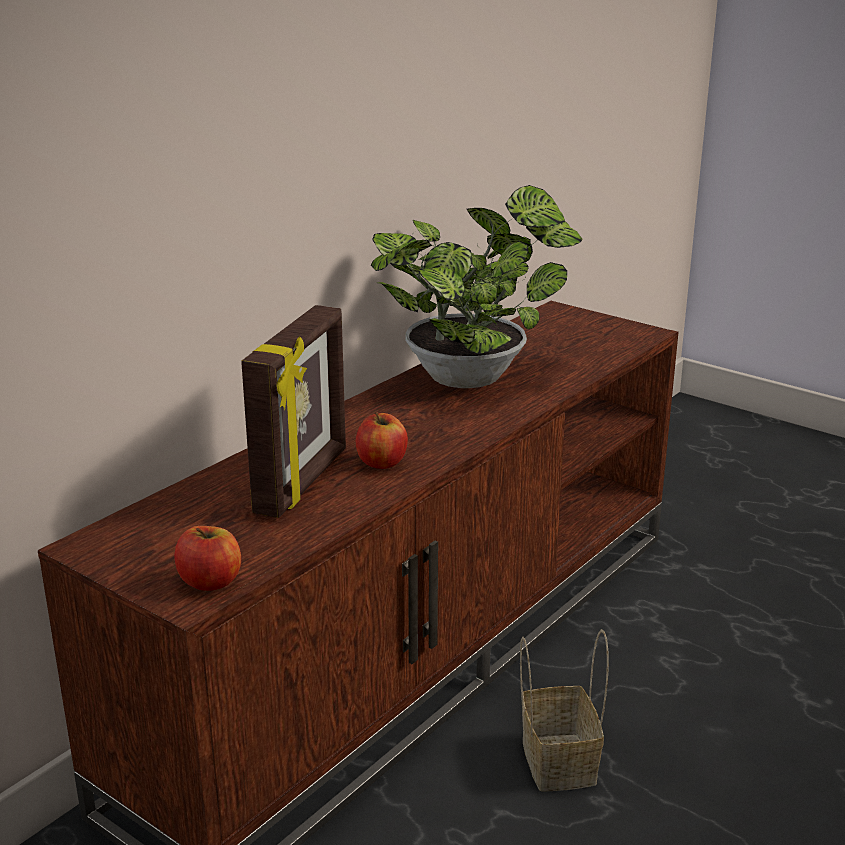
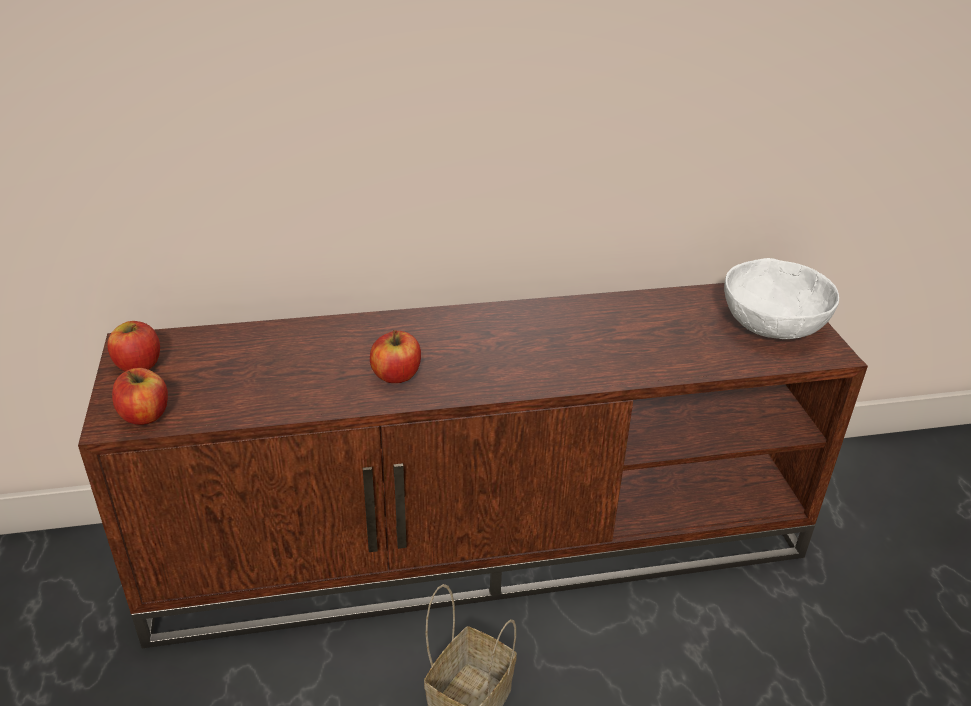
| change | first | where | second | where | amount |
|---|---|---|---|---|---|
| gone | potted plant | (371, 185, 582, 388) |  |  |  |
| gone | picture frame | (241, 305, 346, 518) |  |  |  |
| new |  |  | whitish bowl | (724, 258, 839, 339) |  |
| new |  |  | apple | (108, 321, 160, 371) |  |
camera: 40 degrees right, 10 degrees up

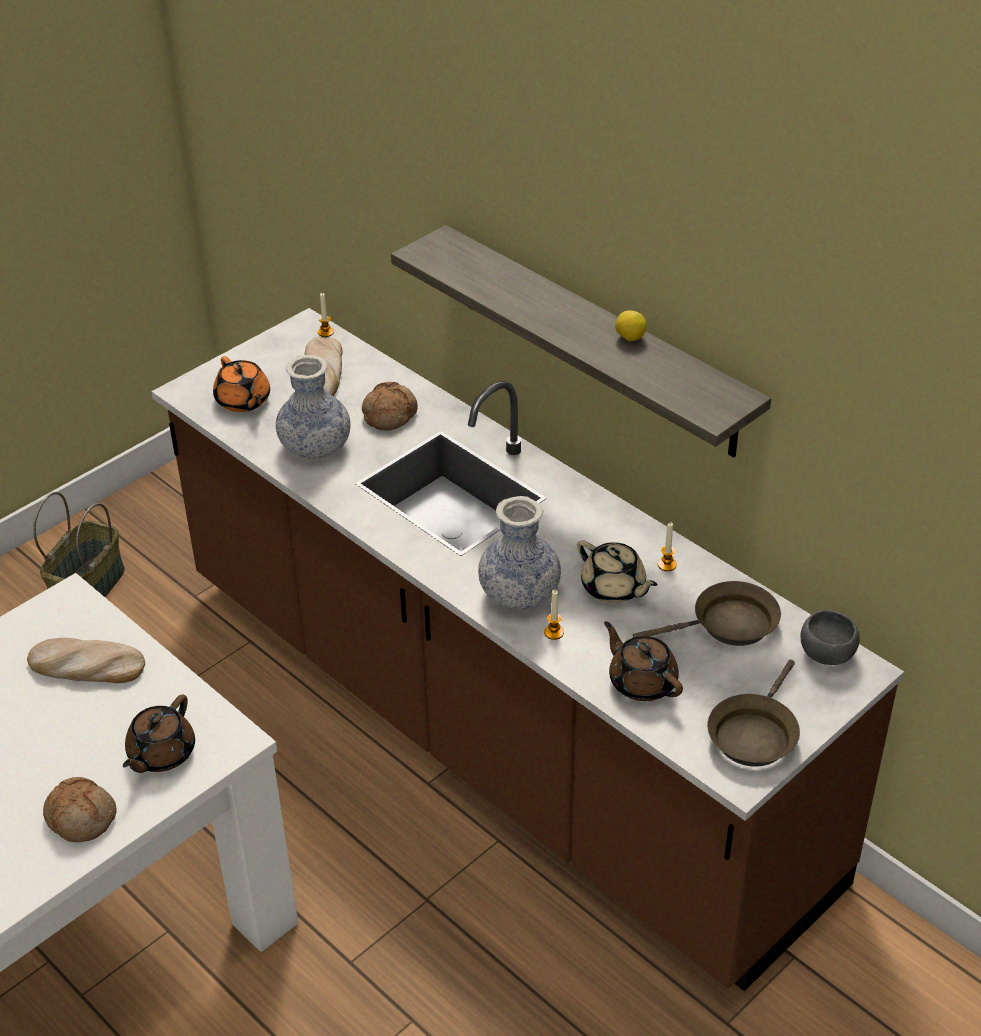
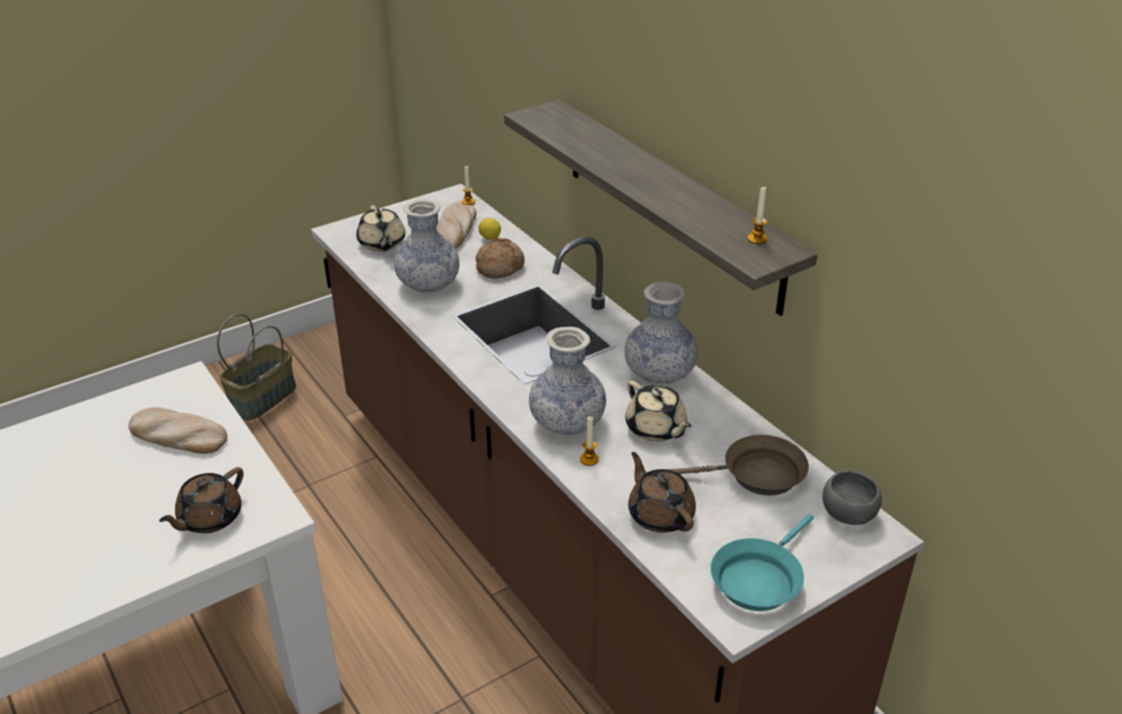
| change | first | where | second | where | amount |
|---|---|---|---|---|---|
| shifted | citrus fruit | (615, 310, 647, 341) |  | (478, 218, 501, 240) |  |
| repainted | orange tea pot | (213, 356, 270, 412) | beige-coloured tea pot | (356, 205, 405, 252) |  |
| shifted | candle | (658, 523, 677, 571) |  | (747, 186, 768, 244) |  |
| repainted | brown pan | (707, 659, 800, 767) | blue-green pan | (711, 514, 814, 611) |  |
| gone | bakery bread | (43, 777, 117, 842) |  |  |  |
| new |  |  | decorative vase | (625, 282, 698, 385) |  |
camera: 10 degrees right, 5 degrees down

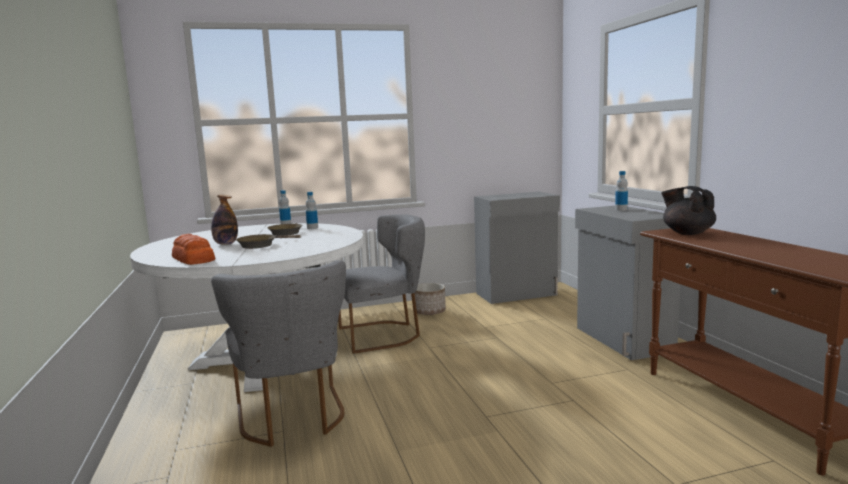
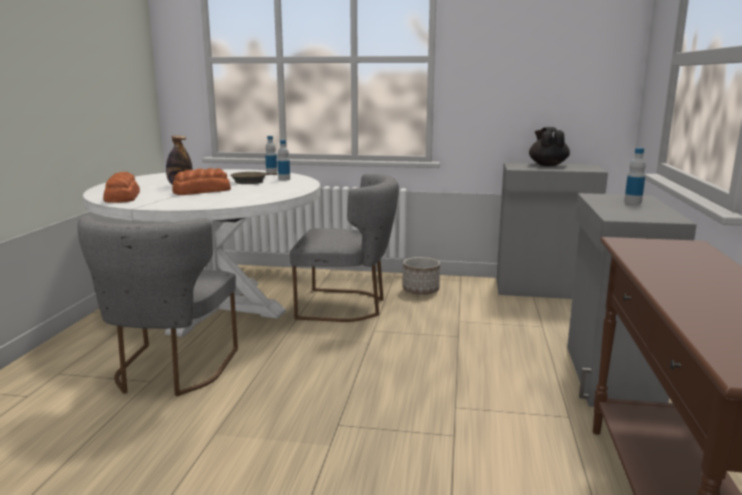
| change | first | where | second | where | amount |
|---|---|---|---|---|---|
| shifted | blackish tea pot | (661, 186, 716, 235) |  | (529, 127, 570, 166) |  |
| swapped | brown pan | (236, 234, 301, 249) | bakery bread | (172, 168, 231, 195) |  |
camera: 25 degrees right, 5 degrees up

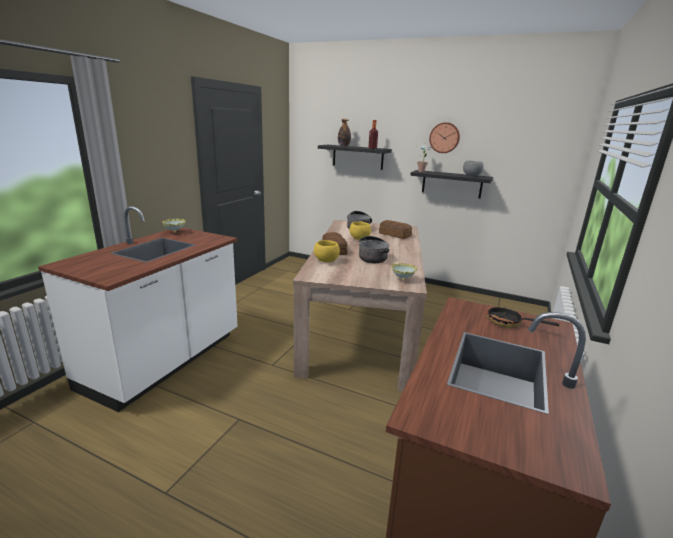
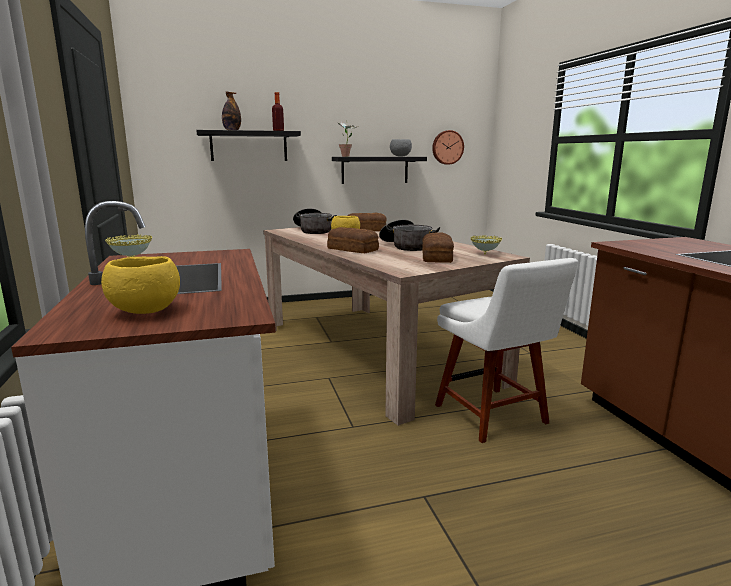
| change | first | where | second | where | amount |
|---|---|---|---|---|---|
| shifted | hanging clock | (429, 122, 460, 153) |  | (432, 130, 464, 165) |  |
| shifted | yellowish bowl | (314, 240, 340, 263) |  | (101, 256, 180, 314) |  |
| gone | pan | (486, 307, 560, 328) |  |  |  |
| new |  |  | bakery bread | (422, 233, 454, 263) |  |
| new |  |  | whitish chair | (435, 258, 578, 443) |  |
camera: 40 degrees left, 5 degrees down

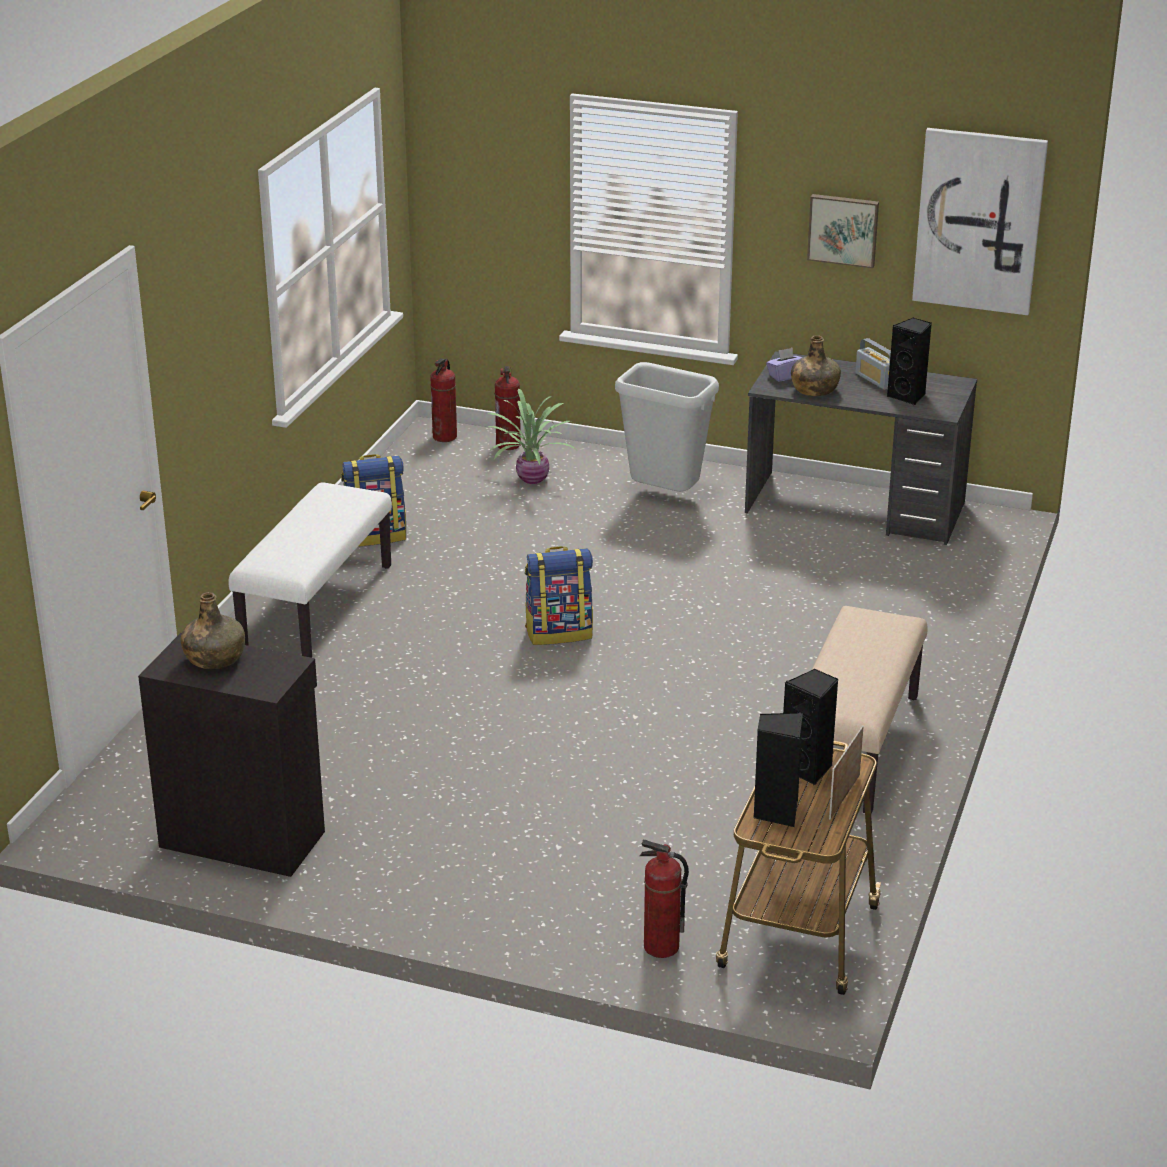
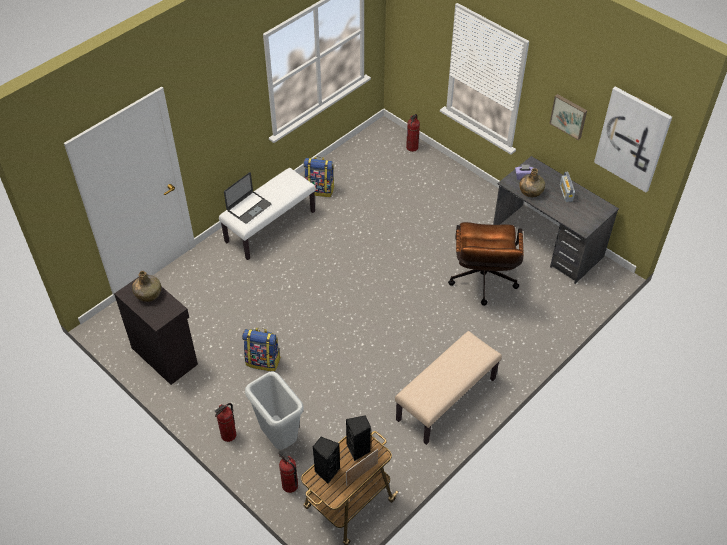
| change | first | where | second | where | amount |
|---|---|---|---|---|---|
| gone | blackish loudspeaker | (887, 317, 932, 405) |  |  |  |
| shifted | extinguisher | (430, 359, 457, 442) |  | (214, 403, 236, 442) |  |
| shifted | greyish waste bin | (615, 362, 719, 492) |  | (245, 371, 304, 450) |  |
| gone | potted plant | (485, 388, 576, 484) |  |  |  |
| shifted | knapsack | (525, 546, 593, 645) |  | (242, 328, 281, 371) |  |
| new |  |  | notebook computer | (224, 172, 271, 224) |  |
| new |  |  | brown desk chair | (448, 222, 524, 306) |  |
camera: 25 degrees right, 20 degrees up

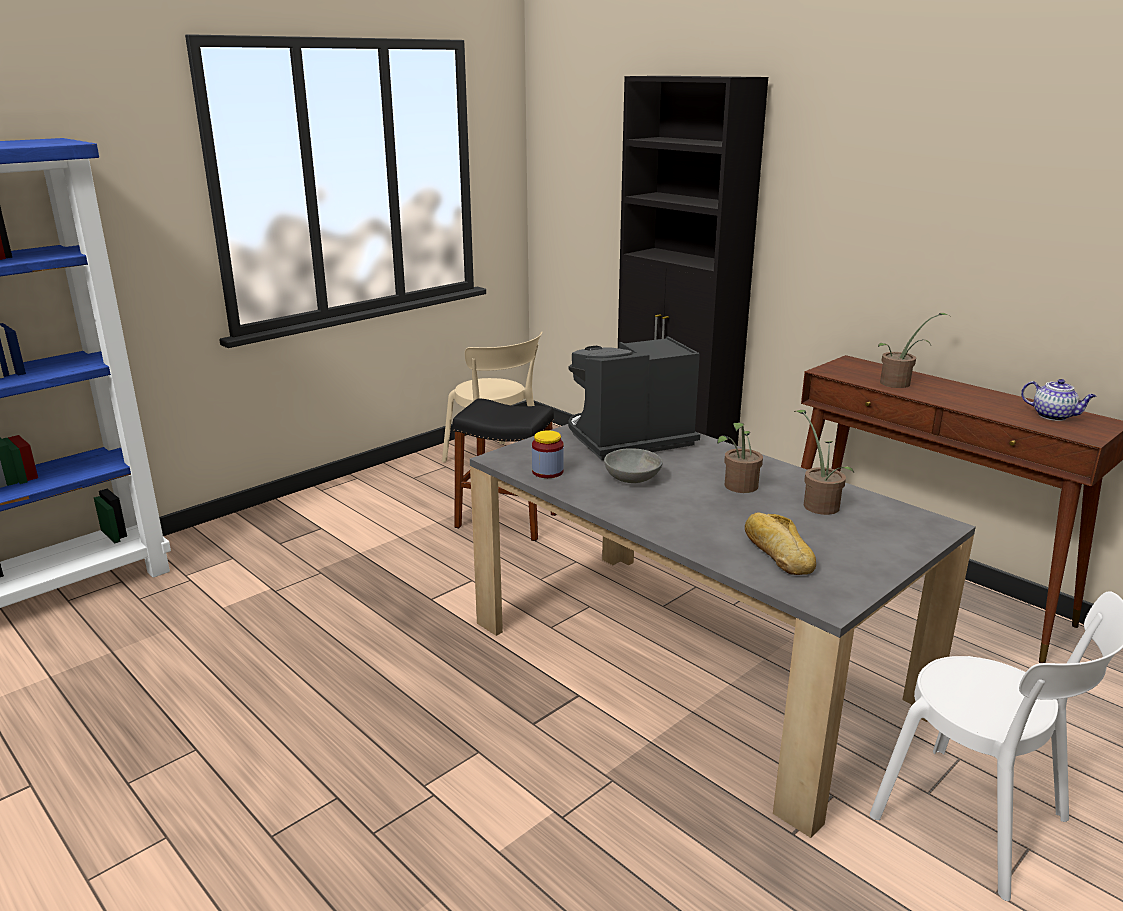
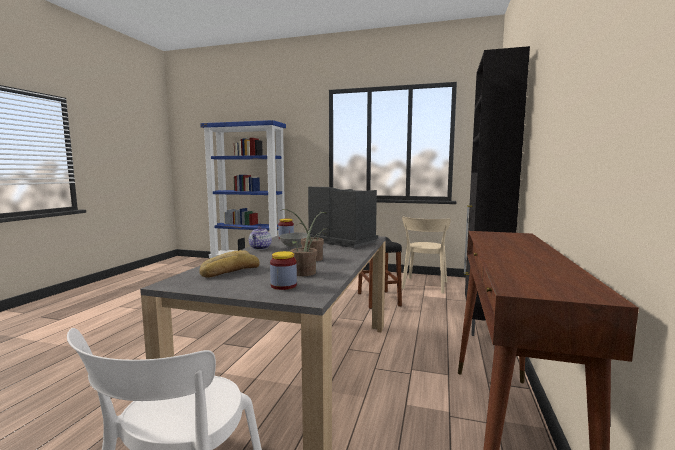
| change | first | where | second | where | amount |
|---|---|---|---|---|---|
| gone | potted plant | (878, 313, 951, 388) |  |  |  |
| shifted | tea pot | (1021, 379, 1096, 421) |  | (249, 226, 272, 250) |  |
| new |  |  | storage jar | (270, 251, 297, 290) |  |
camera: 60 degrees right, 15 degrees down

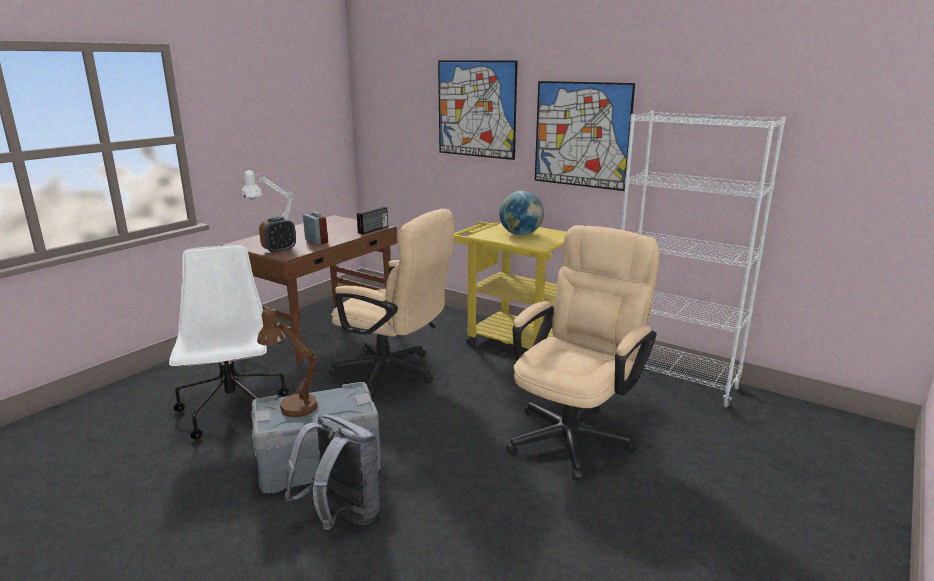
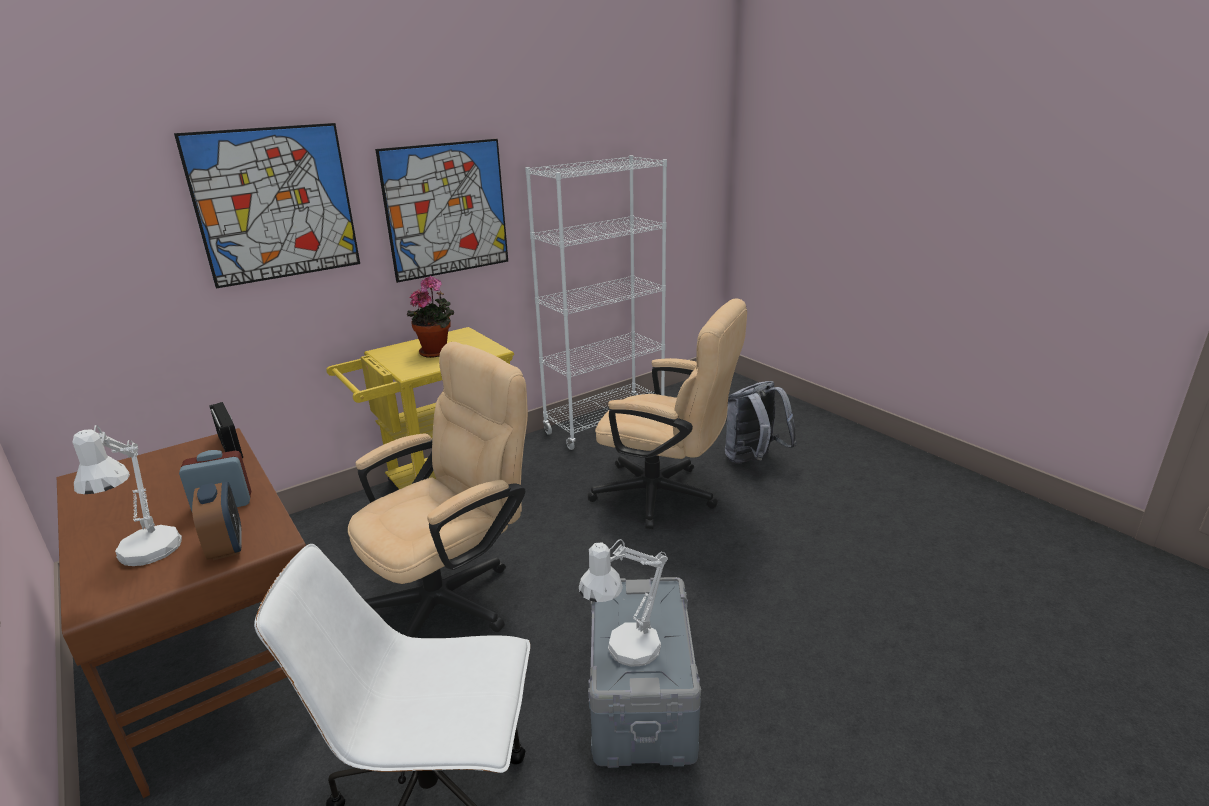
| change | first | where | second | where | amount |
|---|---|---|---|---|---|
| swapped | world globe | (499, 191, 544, 236) | potted plant | (407, 276, 454, 358) |  |
| rotated | beige-coloured desk chair | (506, 225, 660, 480) |  | (587, 299, 747, 529) | 150 degrees clockwise |
| repainted | brown lamp for a table | (257, 308, 318, 417) | whitish lamp for a table | (579, 539, 668, 667) |  |
| shifted | greyish knapsack | (285, 414, 380, 530) |  | (725, 381, 797, 463) |  |
camera: 70 degrees left, 5 degrees up

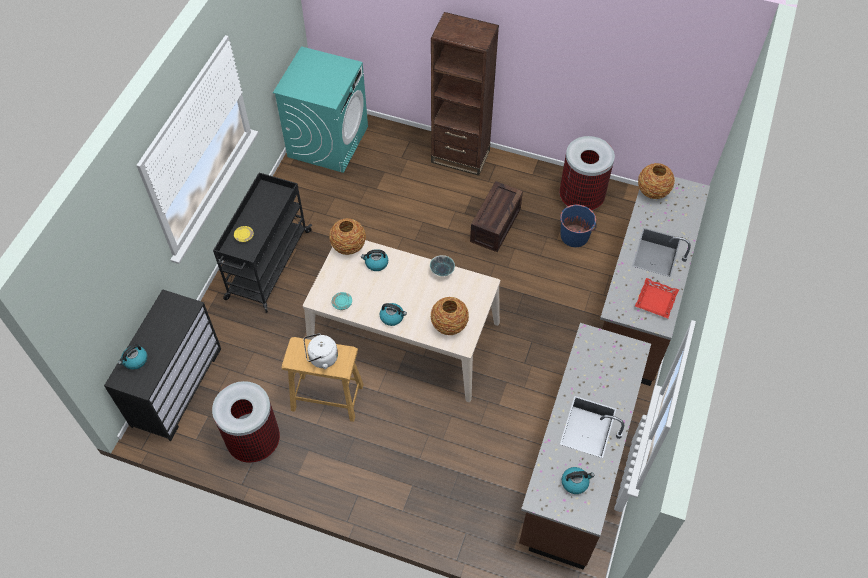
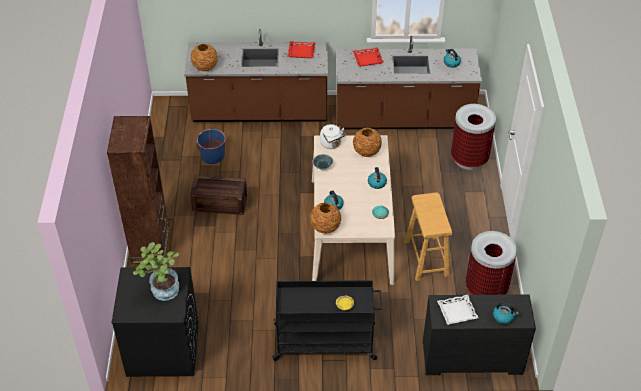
| change | first | where | second | where | amount |
|---|---|---|---|---|---|
| repainted | blue-green washing machine | (273, 46, 368, 173) | blackish washing machine | (112, 267, 199, 377) |  |
| shifted | waste bin | (560, 136, 615, 211) |  | (451, 104, 496, 170) |  |
| shifted | whitish kettle | (304, 333, 338, 369) |  | (320, 124, 346, 149) |  |
| new |  |  | red-coloured carrying tray | (353, 47, 384, 66) |  |
| new |  |  | potted plant | (133, 242, 179, 301) |  |
| new |  |  | whitish carrying tray | (437, 294, 478, 325) |  |
camera: 110 degrees left, 10 degrees down

